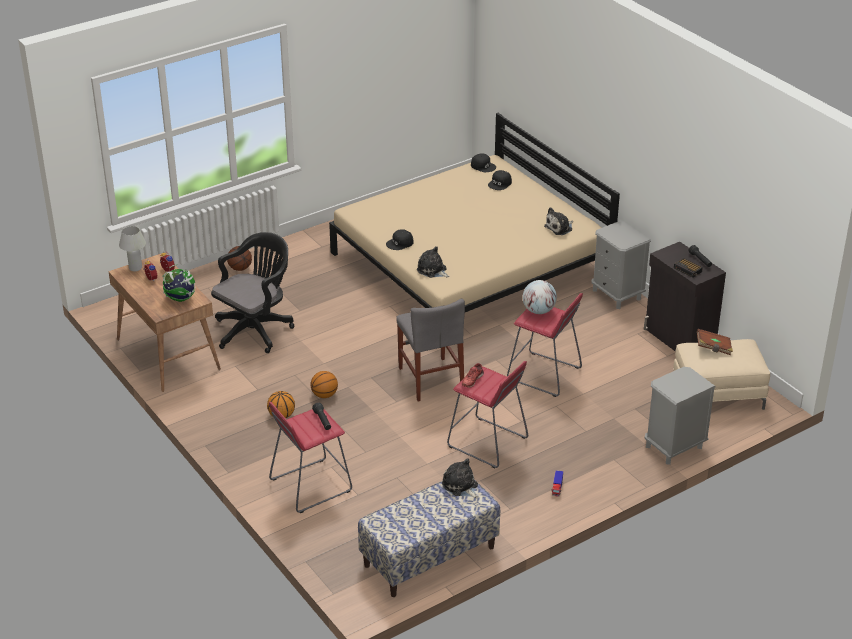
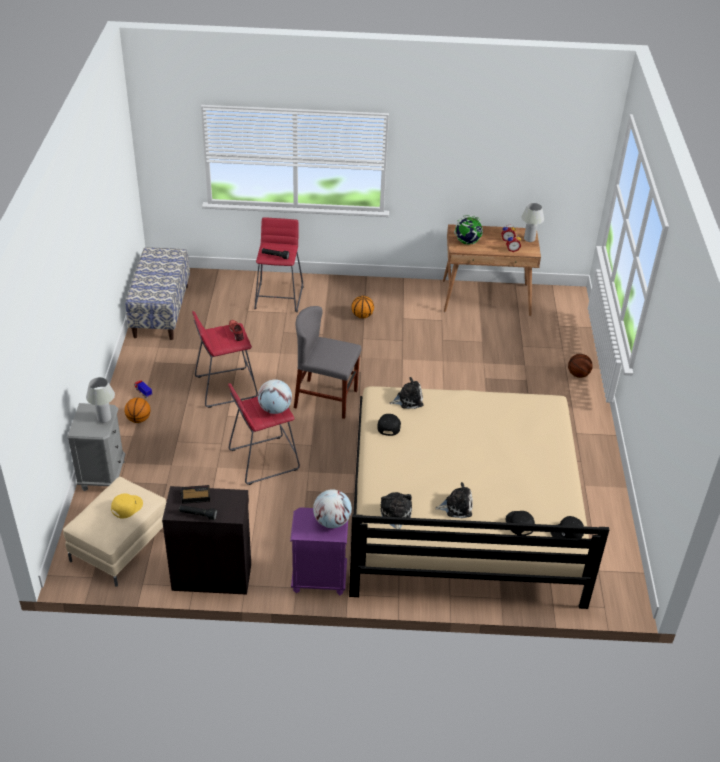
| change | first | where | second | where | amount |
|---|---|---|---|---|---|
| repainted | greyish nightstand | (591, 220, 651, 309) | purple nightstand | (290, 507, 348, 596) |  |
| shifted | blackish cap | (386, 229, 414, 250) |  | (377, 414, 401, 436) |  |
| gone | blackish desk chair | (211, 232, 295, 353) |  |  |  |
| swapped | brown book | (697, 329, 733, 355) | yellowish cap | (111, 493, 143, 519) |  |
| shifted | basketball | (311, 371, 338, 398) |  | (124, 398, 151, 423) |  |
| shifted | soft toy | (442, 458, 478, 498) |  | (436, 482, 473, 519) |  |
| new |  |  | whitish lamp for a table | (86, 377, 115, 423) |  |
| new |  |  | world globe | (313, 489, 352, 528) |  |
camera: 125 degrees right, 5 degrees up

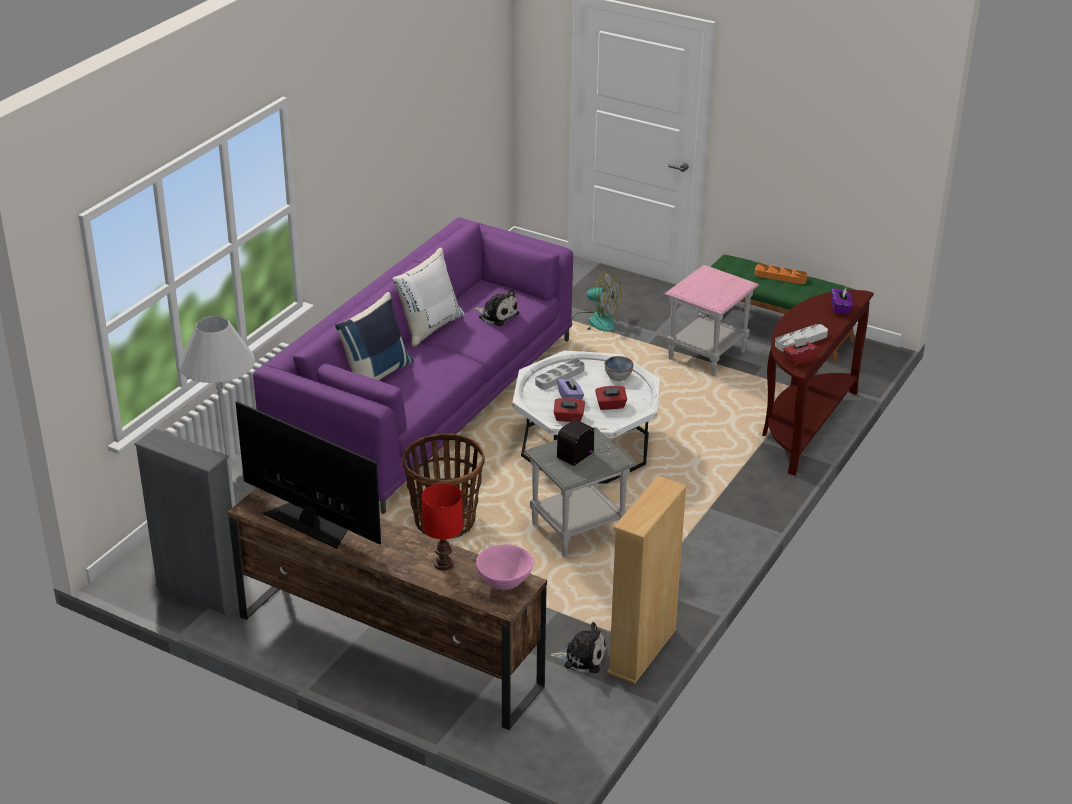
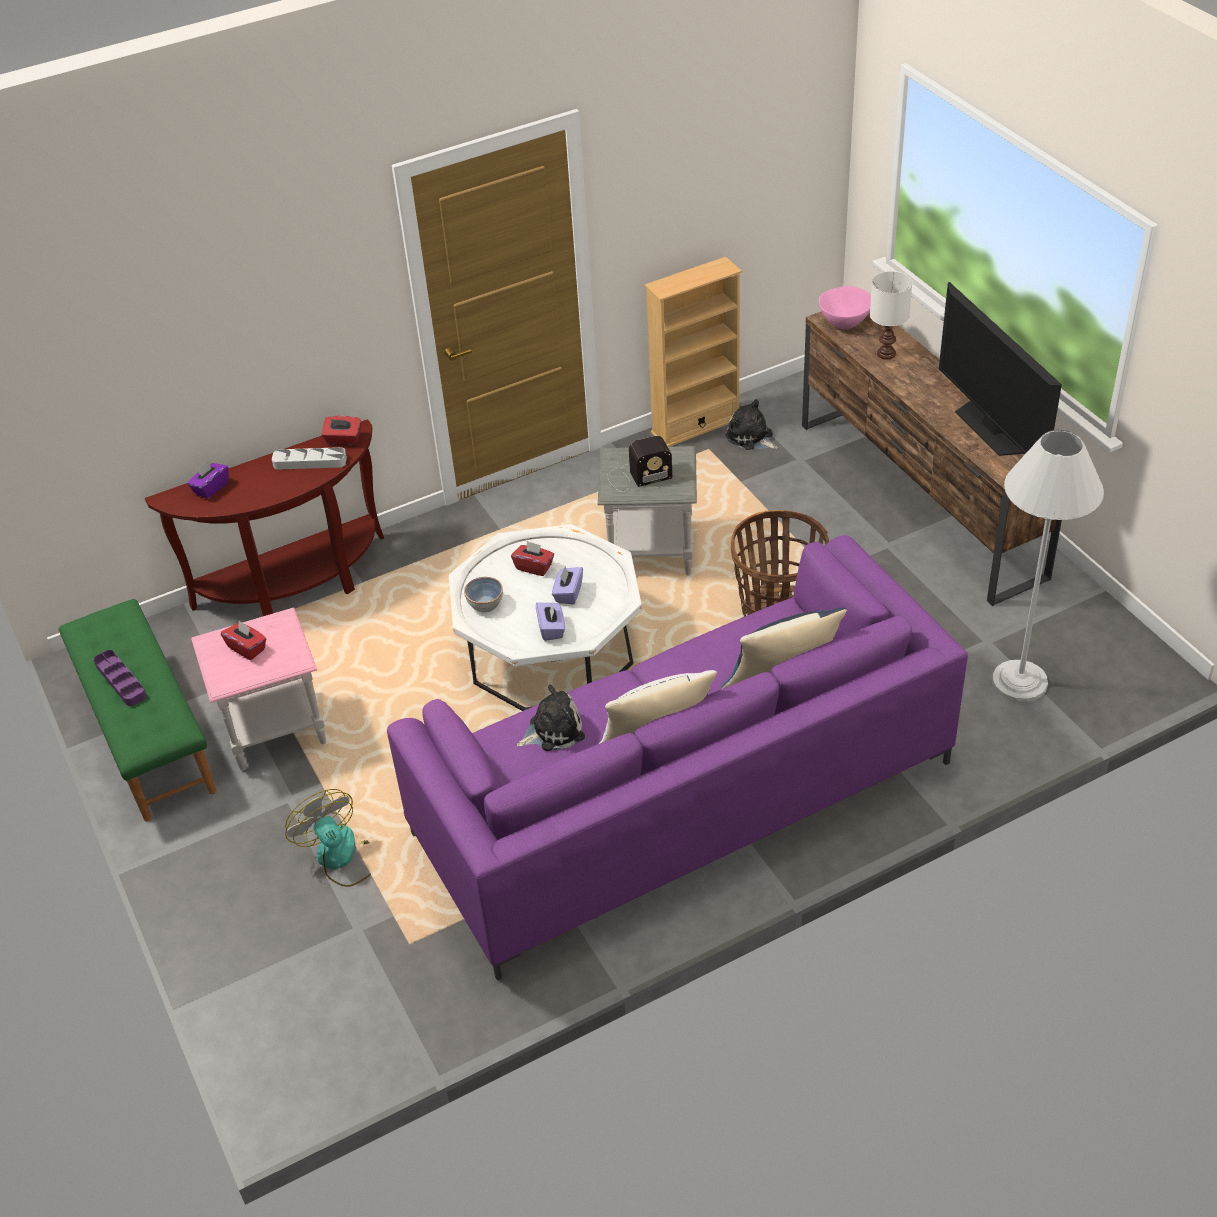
| change | first | where | second | where | amount |
|---|---|---|---|---|---|
| repainted | orange carrying tray | (755, 264, 808, 284) | purple carrying tray | (94, 650, 147, 706) |  |
| rotated | soft toy | (474, 289, 519, 326) |  | (517, 685, 585, 751) | 90 degrees clockwise |
| swapped | greyish carrying tray | (535, 359, 584, 390) | purple tissue box | (536, 602, 565, 641) |  |
| shifted | red-coloured tissue box | (554, 398, 585, 422) |  | (221, 621, 266, 660) |  |
| gone | greyish shelving unit | (134, 429, 239, 616) |  |  |  |
| repainted | red-coloured lamp for a table | (422, 483, 463, 570) | whitish lamp for a table | (870, 271, 912, 360) |  |
camera: 145 degrees left, 10 degrees up

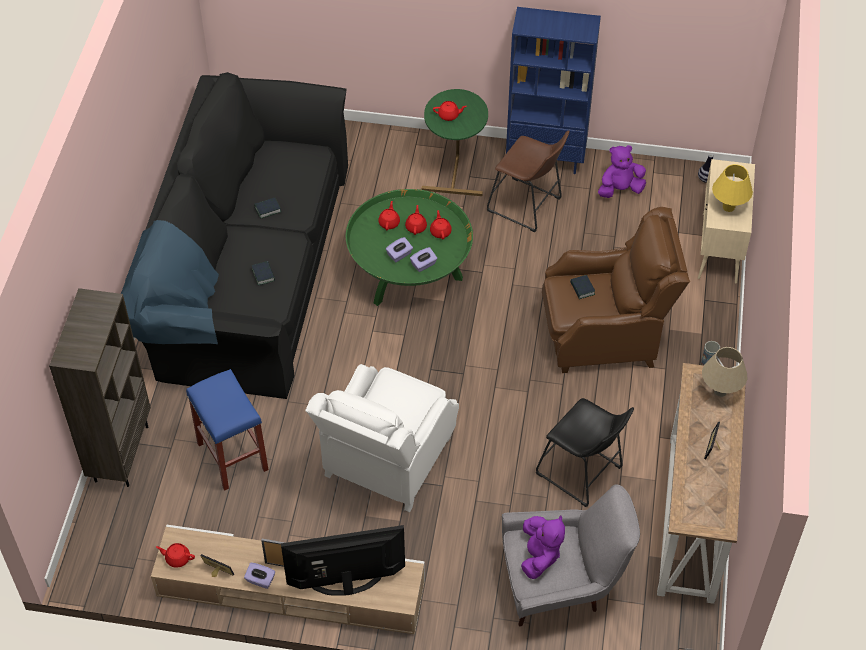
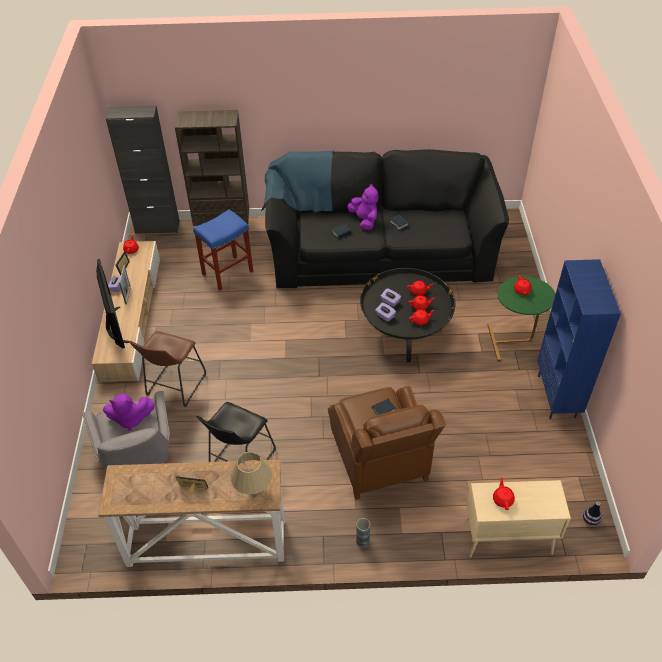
| change | first | where | second | where | amount |
|---|---|---|---|---|---|
| shifted | brown sitting stool | (487, 130, 569, 232) |  | (129, 331, 206, 407) |  |
| shifted | purple soft toy | (598, 145, 646, 198) |  | (347, 184, 379, 230) |  |
| swapped | yellowish lamp for a table | (712, 164, 753, 212) | red-coloured tea pot | (493, 477, 515, 510) |  |
| repainted | greenish coffee table | (346, 189, 473, 306) | blackish coffee table | (360, 268, 455, 362) |  |
| gone | whitish easy chair | (306, 364, 459, 512) |  |  |  |
| new |  |  | blackish storage cabinet | (106, 105, 179, 234) |  |
camera: 80 degrees right, 5 degrees down

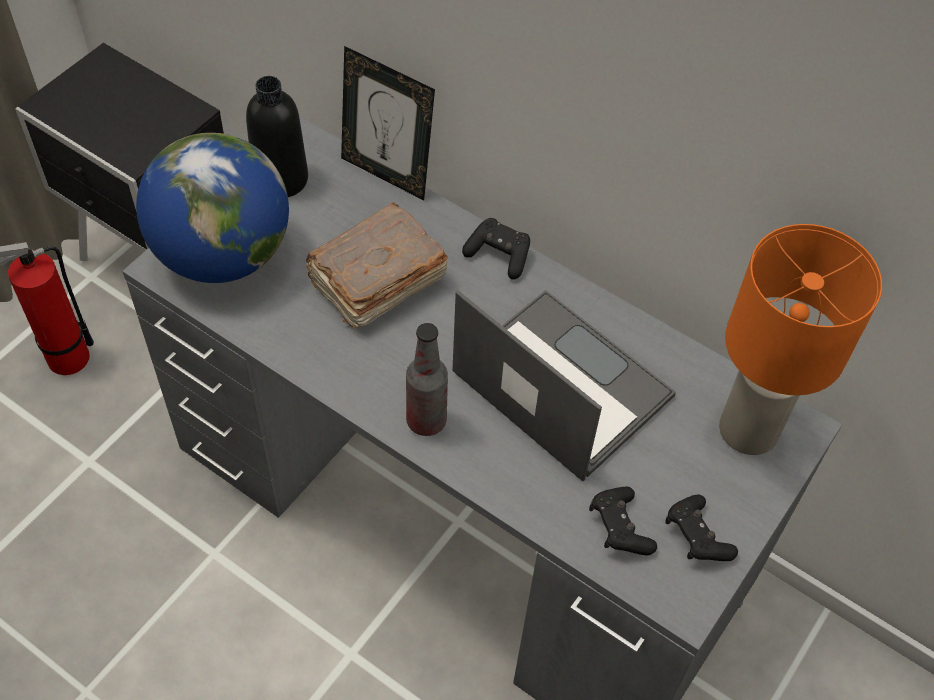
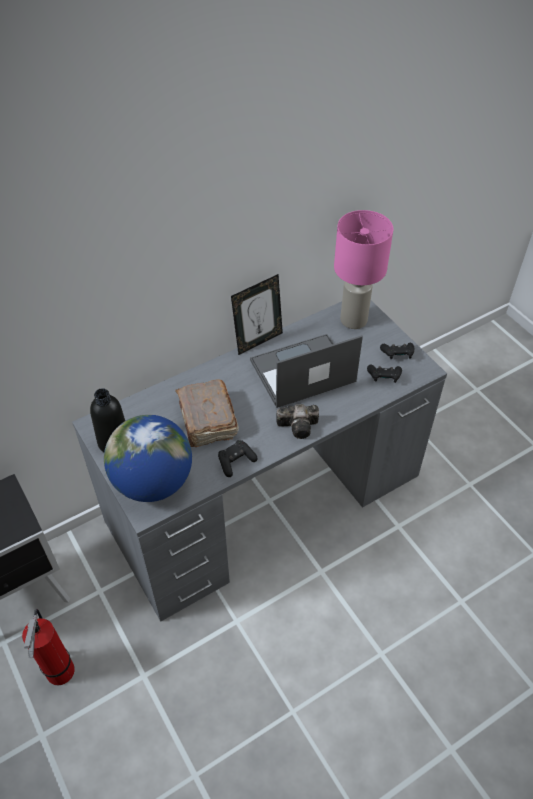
| change | first | where | second | where | amount |
|---|---|---|---|---|---|
| shifted | picture frame | (341, 46, 435, 200) |  | (231, 274, 283, 355) |  |
| shifted | blackish joypad | (462, 218, 530, 280) |  | (218, 440, 257, 477) |  |
| repainted | orange lamp for a table | (719, 224, 882, 455) | pinkish lamp for a table | (334, 210, 393, 329) |  |
| swapped | bottle | (406, 323, 448, 436) | still camera | (277, 404, 319, 439) |  |
camera: 65 degrees left, 5 degrees down

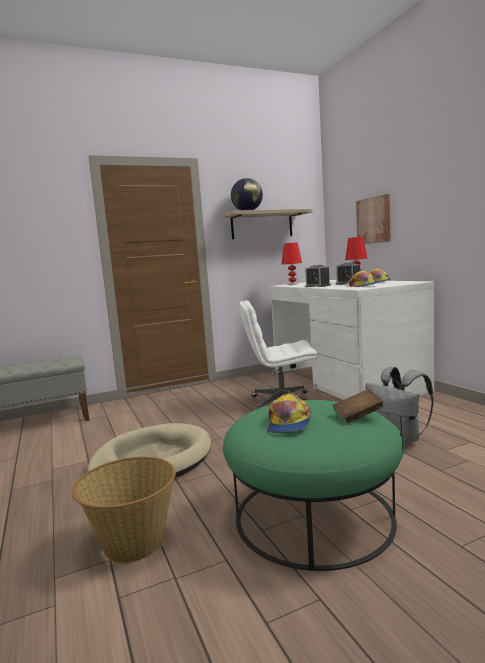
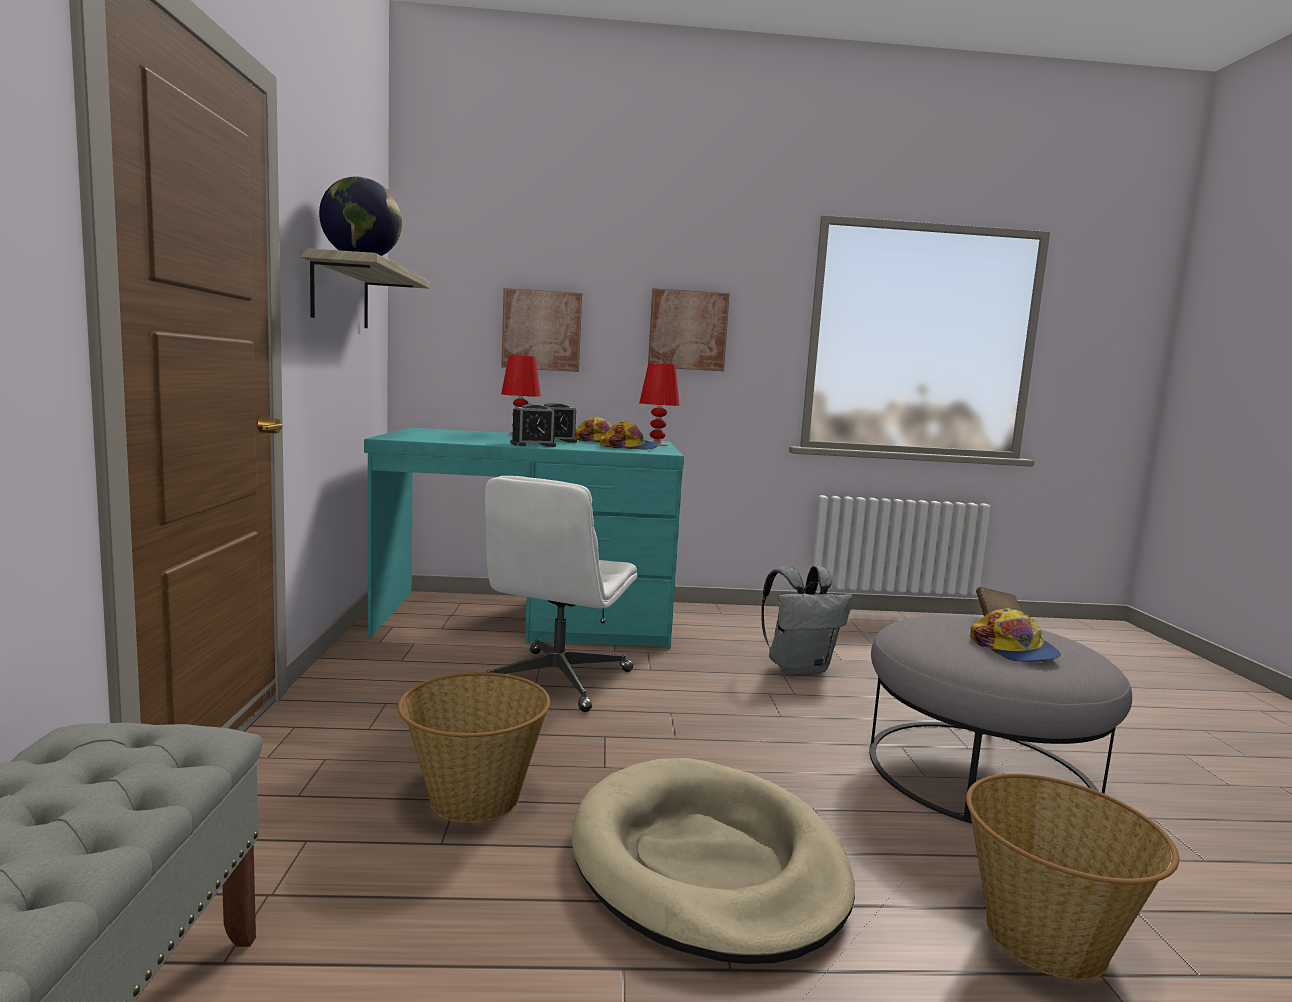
| change | first | where | second | where | amount |
|---|---|---|---|---|---|
| shifted | red-coloured lamp for a table | (281, 242, 302, 285) |  | (639, 363, 680, 446) |  |
| repainted | whitish desk | (268, 280, 434, 400) | blue-green desk | (364, 428, 684, 648) |  |
| rotated | cap | (267, 393, 312, 433) |  | (970, 608, 1061, 662) | 45 degrees clockwise |
| repainted | greenish pouffe | (223, 400, 404, 571) | greyish pouffe | (869, 615, 1132, 824) |  |
| new |  |  | wall art | (648, 288, 730, 371) |  |
| new |  |  | basket | (398, 672, 550, 823) |  |
camera: 70 degrees left, 0 degrees up

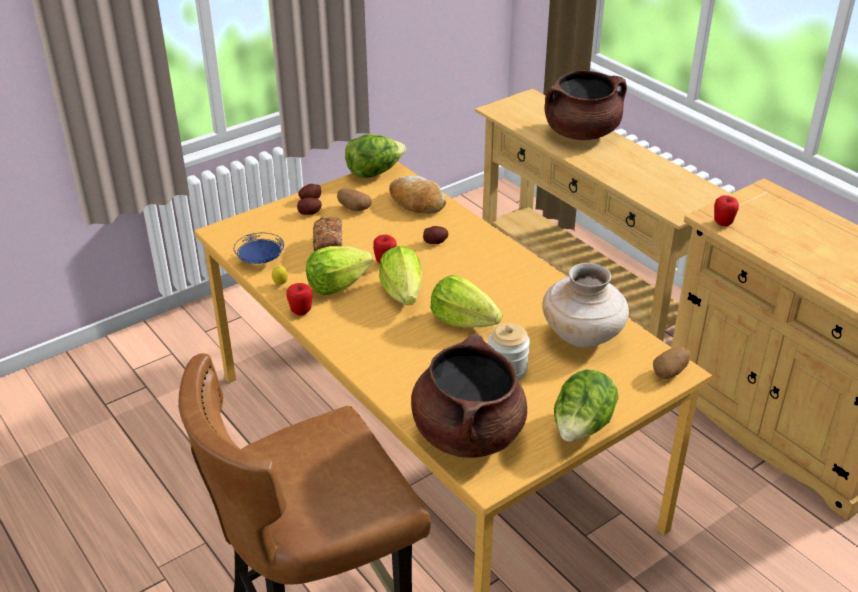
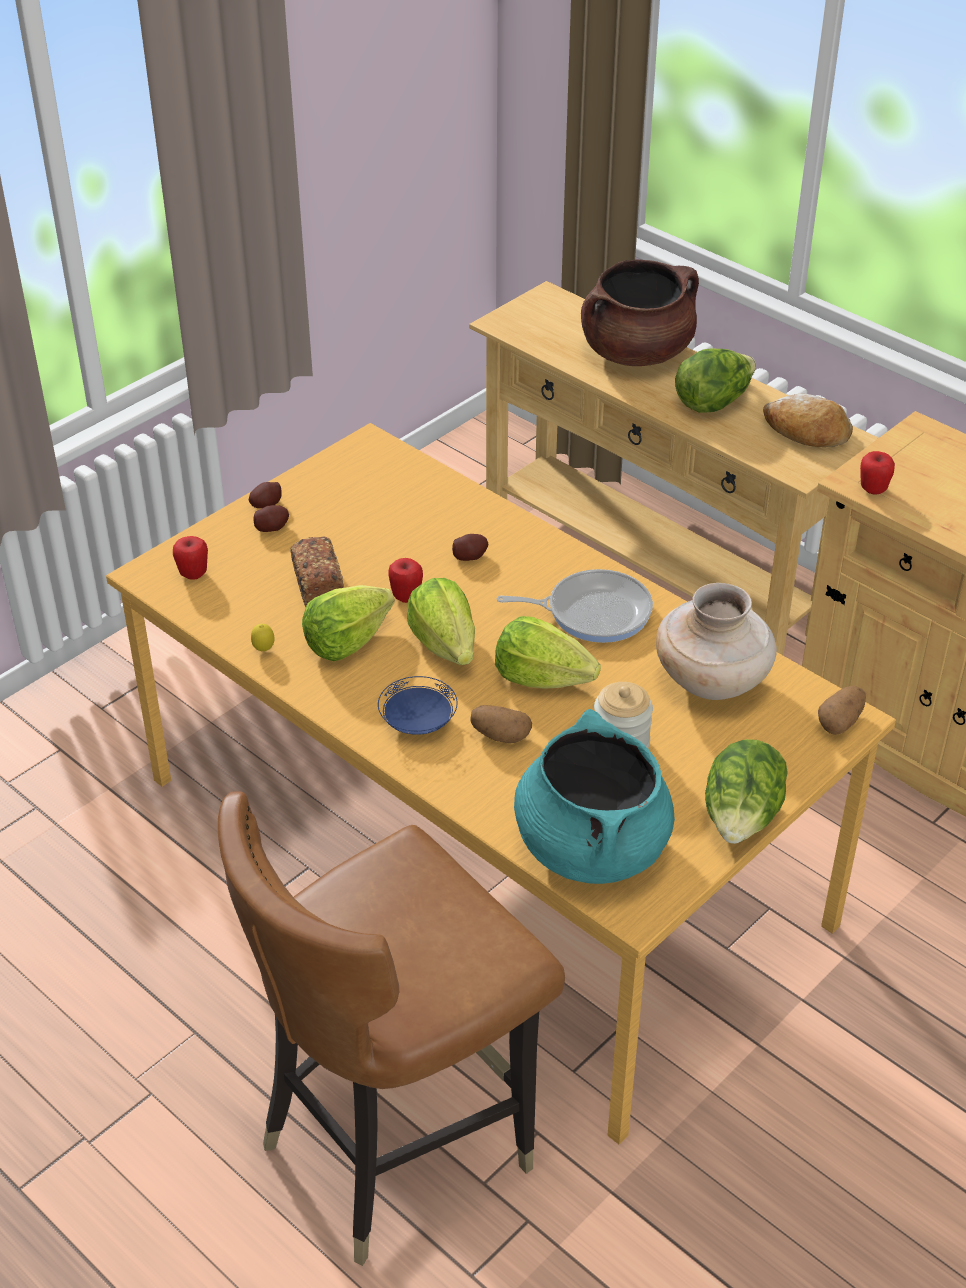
| change | first | where | second | where | amount |
|---|---|---|---|---|---|
| shifted | lettuce head | (345, 134, 406, 178) |  | (675, 348, 756, 413) |  |
| shifted | bakery bread | (389, 176, 446, 214) |  | (763, 394, 853, 447) |  |
| shifted | whole potato | (337, 188, 372, 211) |  | (470, 705, 532, 743) |  |
| shifted | blue flat dish | (234, 233, 284, 264) |  | (378, 676, 458, 735) |  |
| shifted | apple | (286, 283, 313, 315) |  | (173, 536, 208, 580) |  |
| repainted | brown saucepot | (411, 333, 527, 458) | blue-green saucepot | (514, 709, 675, 884) |  |
| new |  |  | pan | (497, 569, 653, 643) |  |
camera: 10 degrees left, 5 degrees up

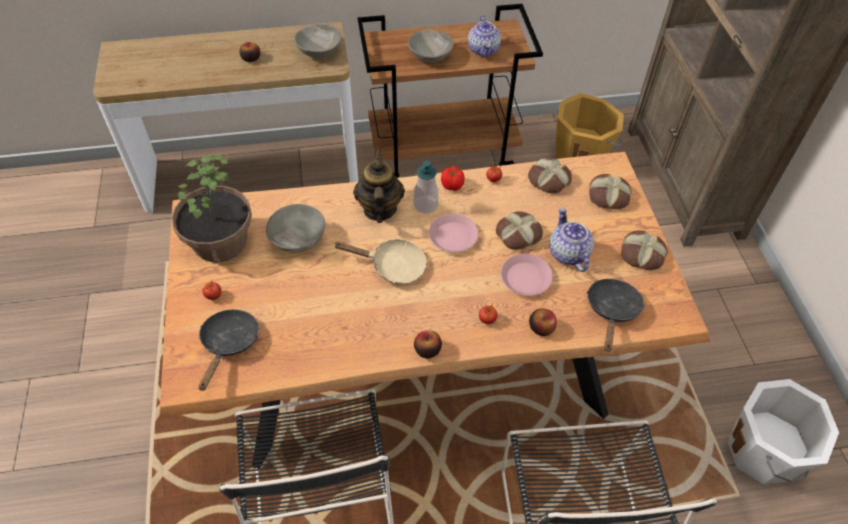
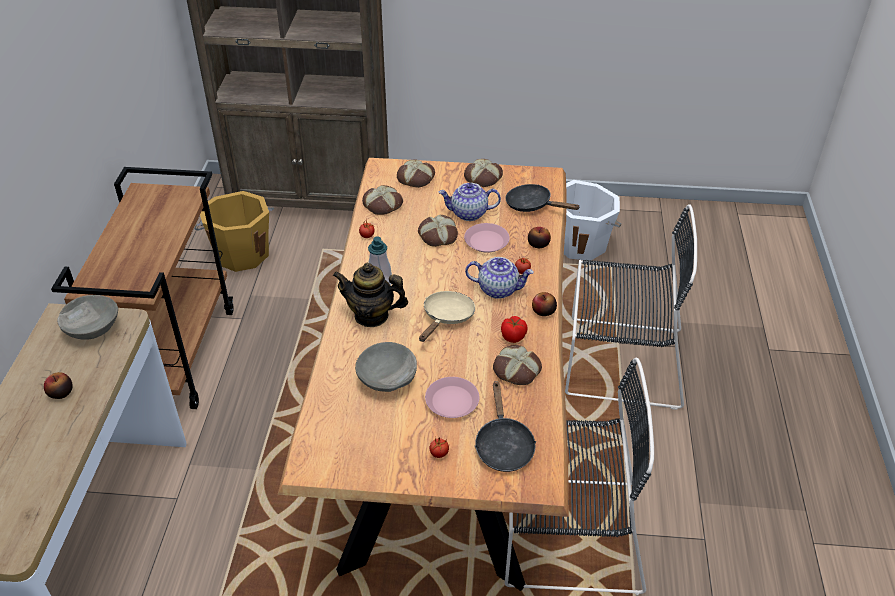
| change | first | where | second | where | amount |
|---|---|---|---|---|---|
| shifted | tea pot | (468, 15, 501, 57) |  | (465, 257, 534, 299) |  |
| gone | greyish bowl | (408, 29, 454, 63) |  |  |  |
| gone | potted plant | (172, 154, 252, 263) |  |  |  |
| shifted | tomato | (441, 166, 465, 191) |  | (501, 316, 528, 343) |  |
| shifted | pinkish flat dish | (429, 214, 478, 253) |  | (425, 377, 479, 418) |  |
| rotated | blackish pan | (199, 309, 259, 391) |  | (474, 381, 536, 472) | 120 degrees counterclockwise |
| new |  |  | bakery bread | (493, 345, 542, 385) |  |
camera: 75 degrees left, 10 degrees down

